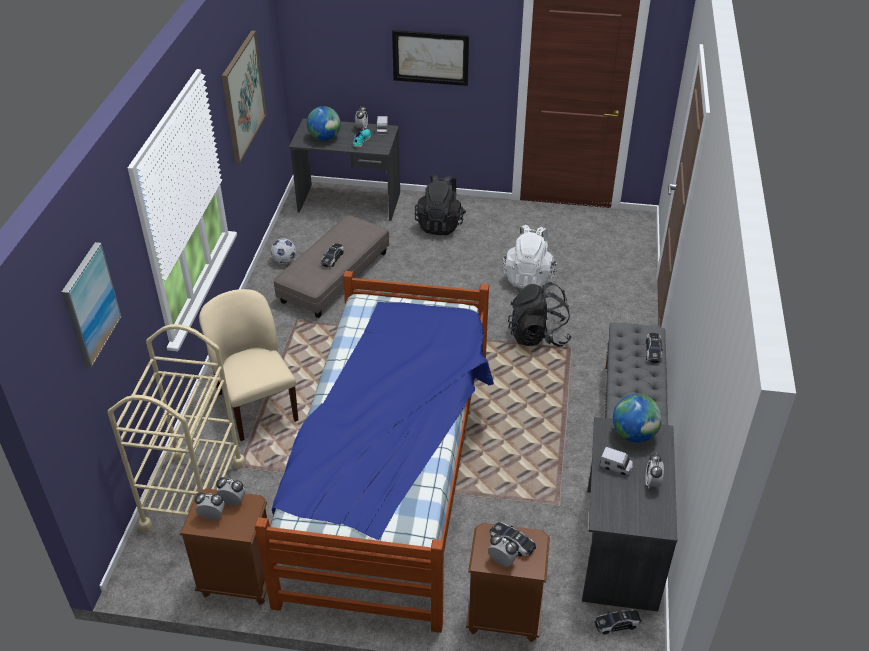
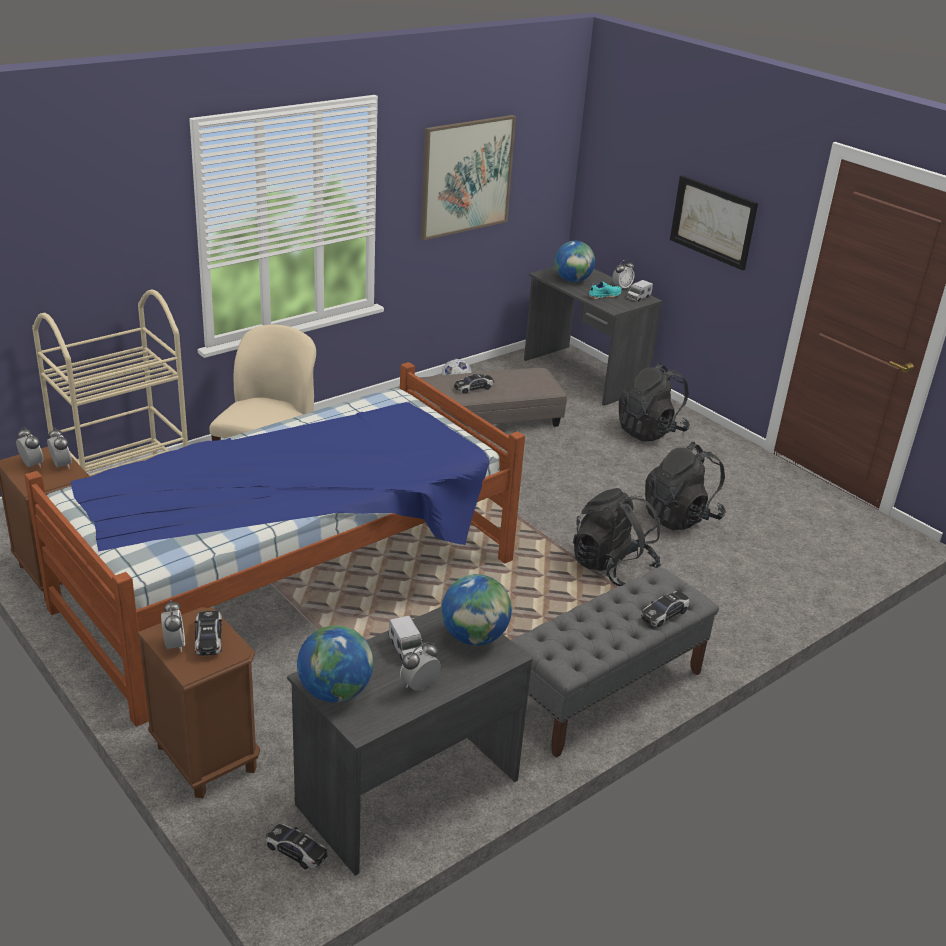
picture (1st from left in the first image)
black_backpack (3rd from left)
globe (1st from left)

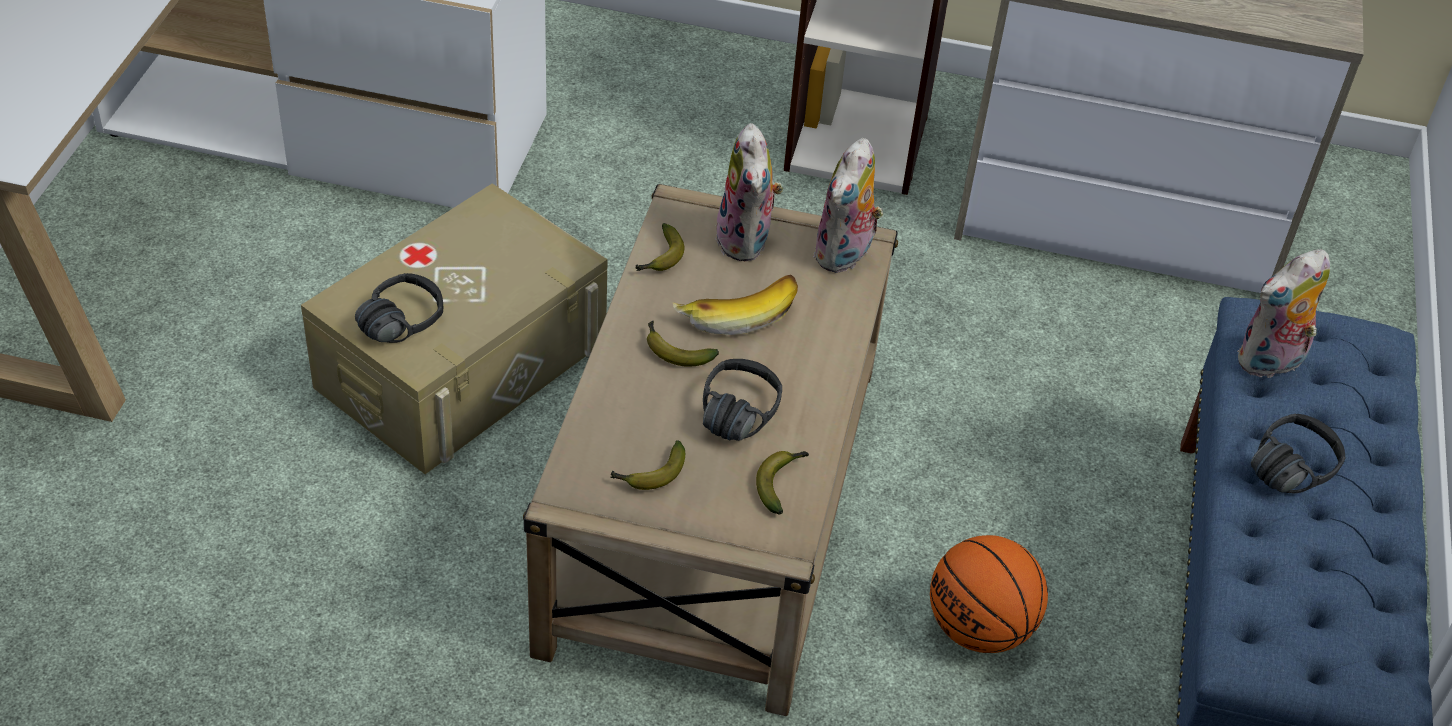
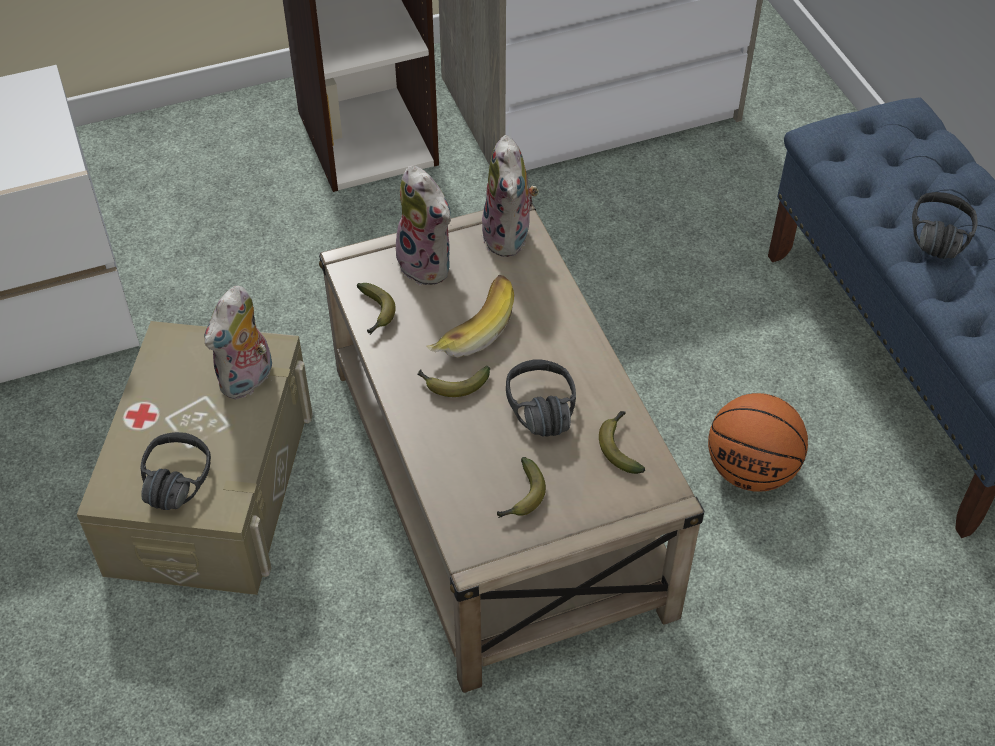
plush_toy (1st from left)

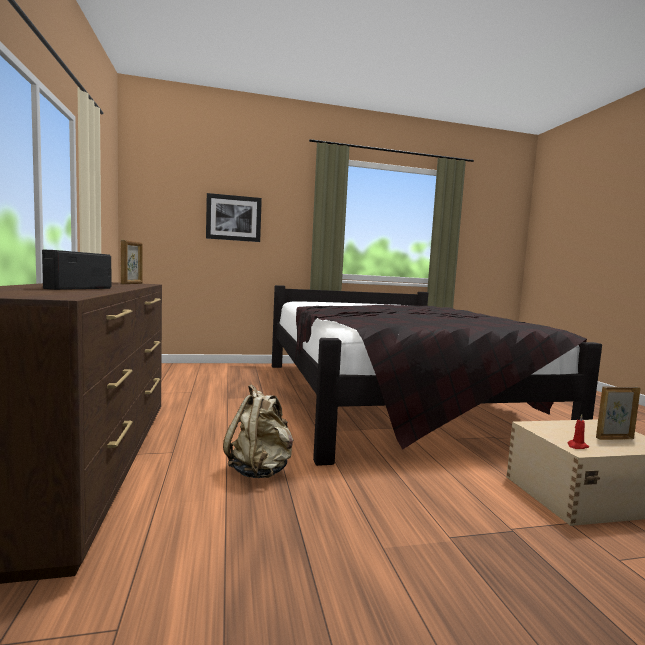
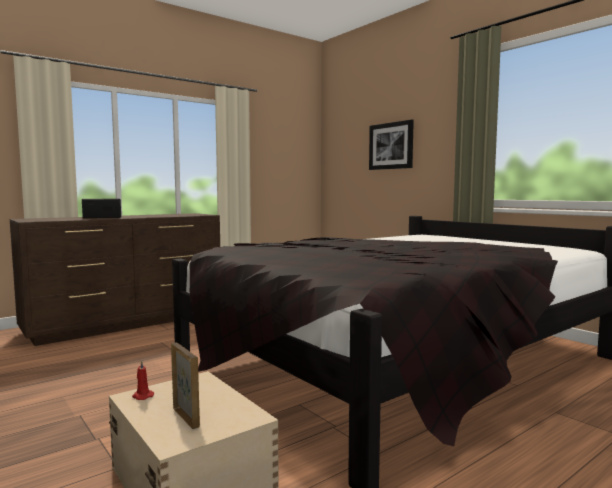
picture_frame (1st from left in the first image)
beige_backpack

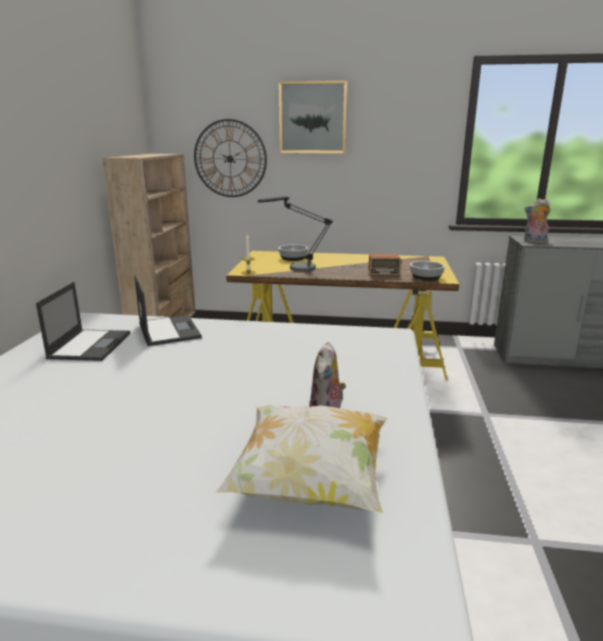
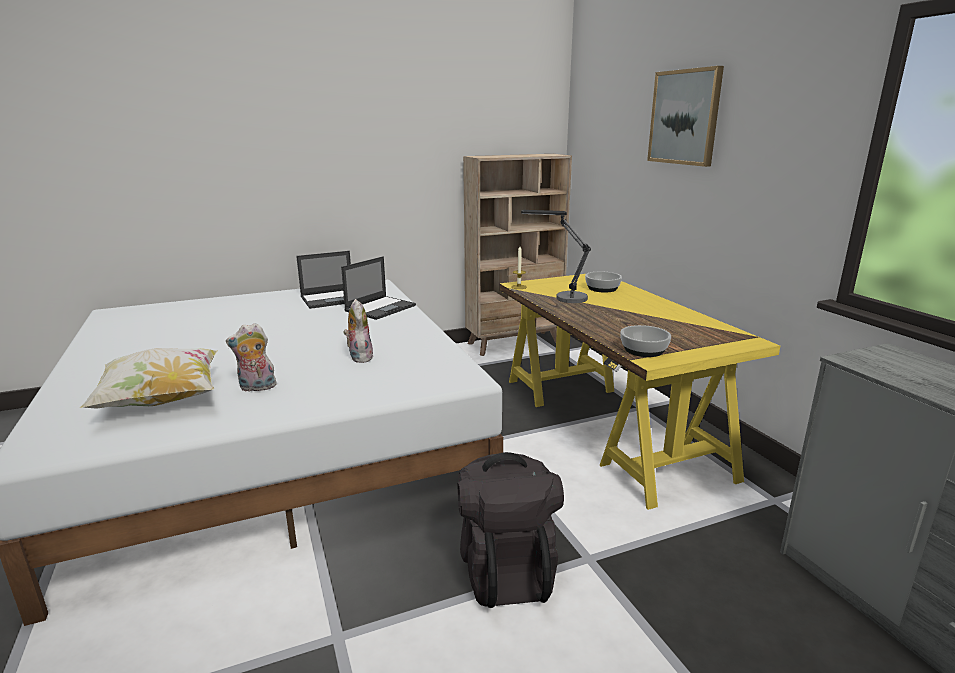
wall_clock
radio
plush_toy (2nd from left)
black_backpack

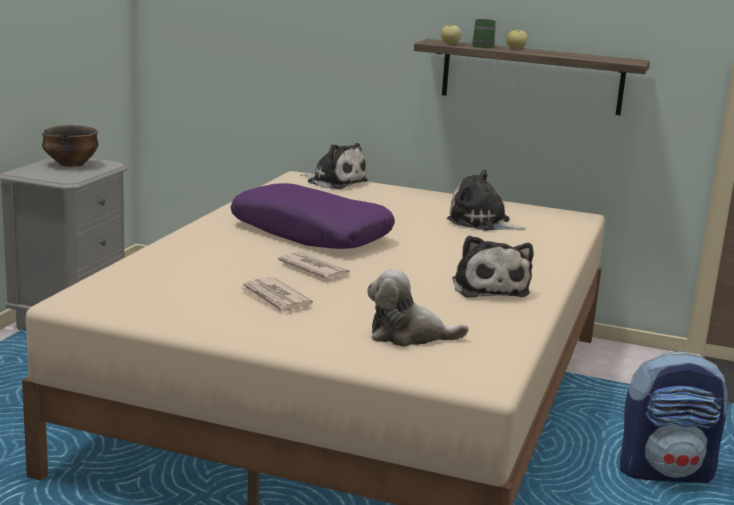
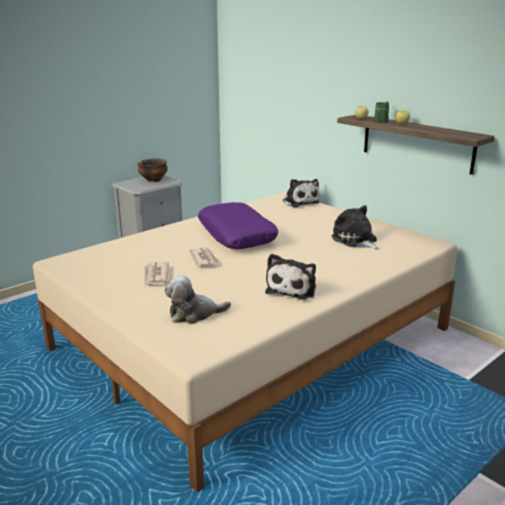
plush_toy (1st from left)
backpack

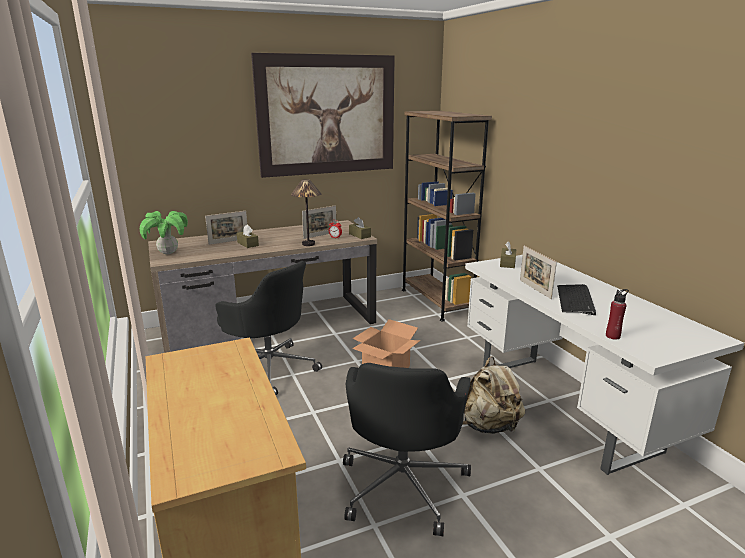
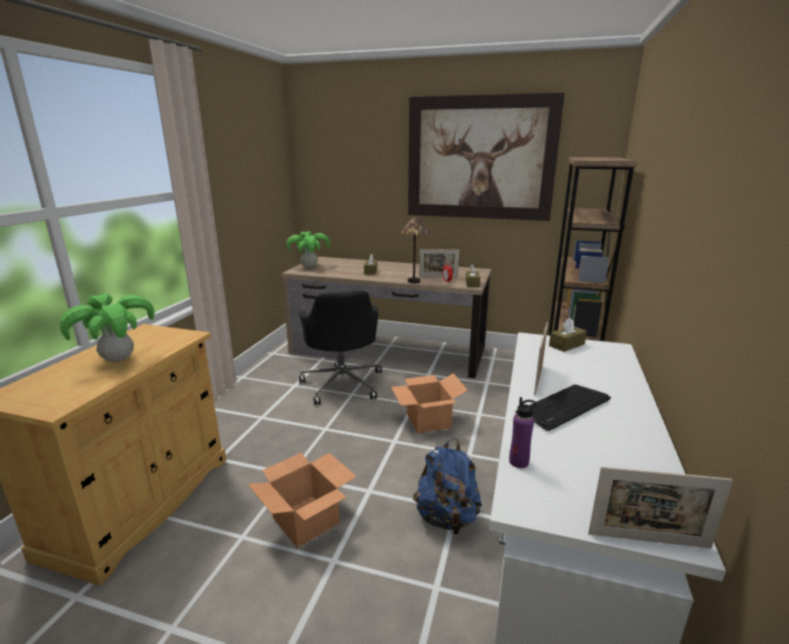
picture_frame (3rd from left)
cardboard_box (1st from left)
blue_backpack
purple_bottle
potted_plant (1st from left)

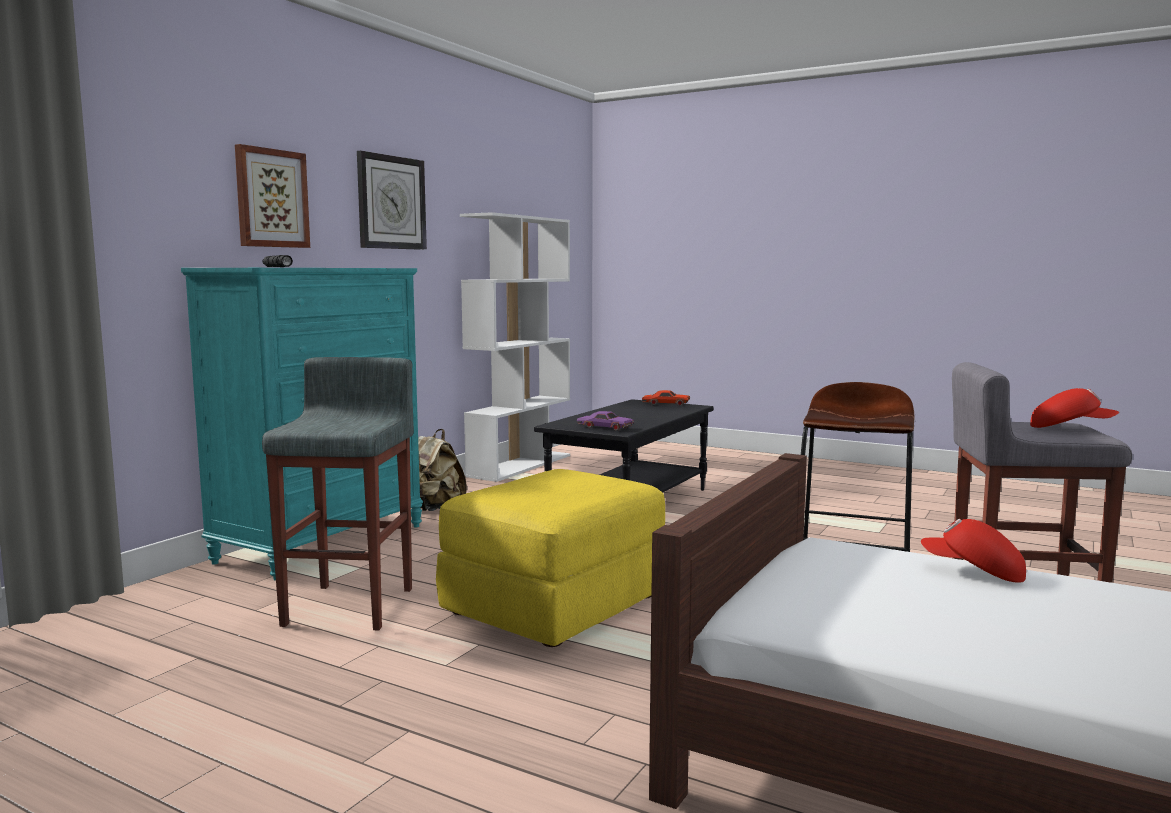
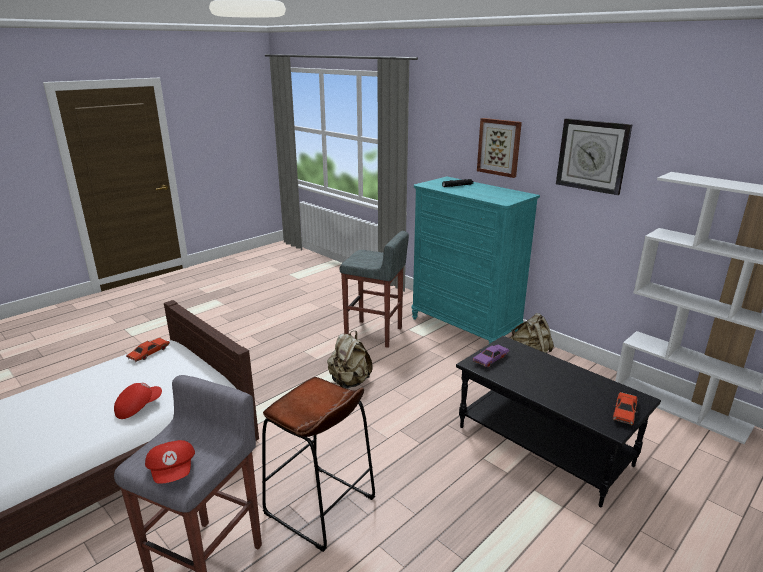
beige_backpack (1st from left)
red_cap (2nd from left)
red_toy_car (1st from left)

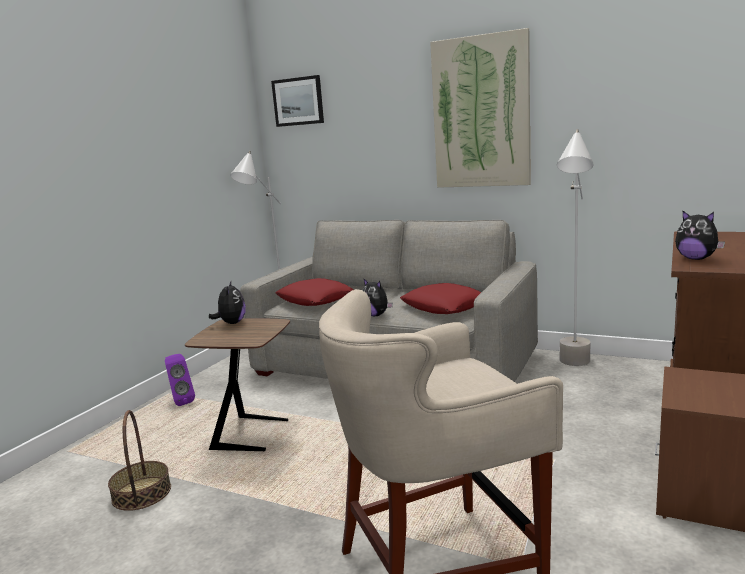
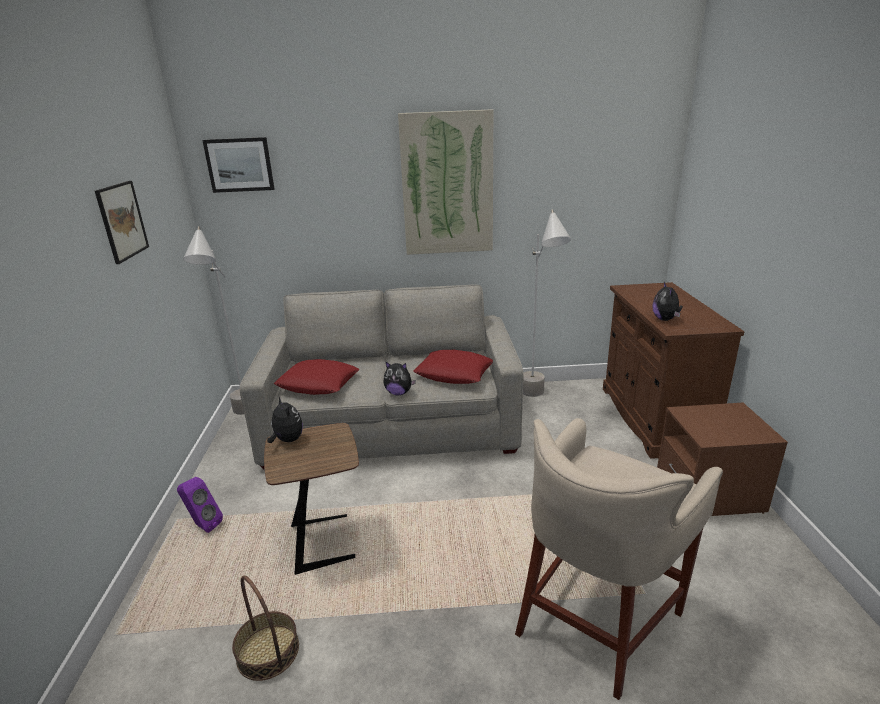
plush_toy (3rd from left)
picture (1st from left)

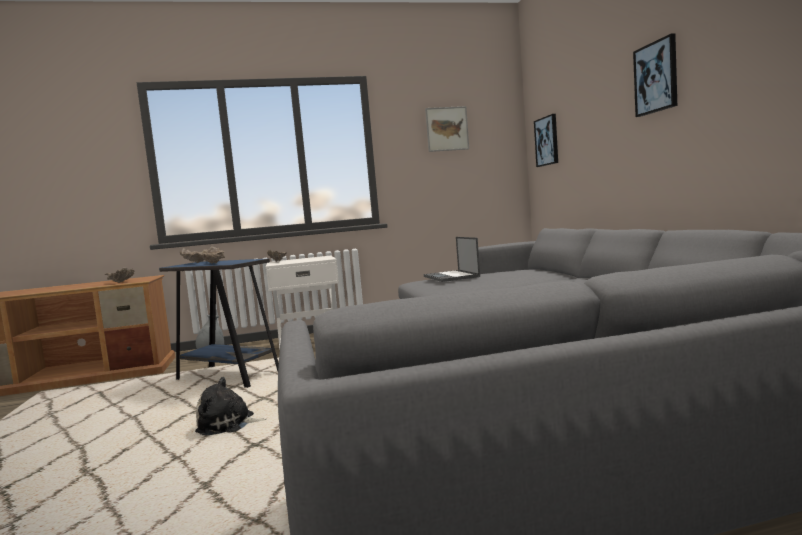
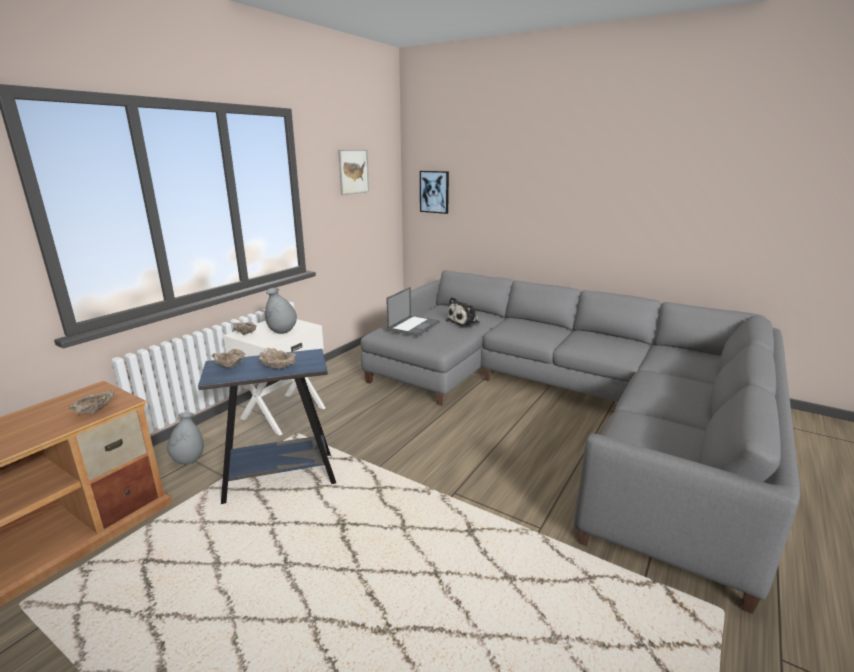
plush_toy
laptop
picture (3rd from left in the first image)
grey_vase (2nd from left)

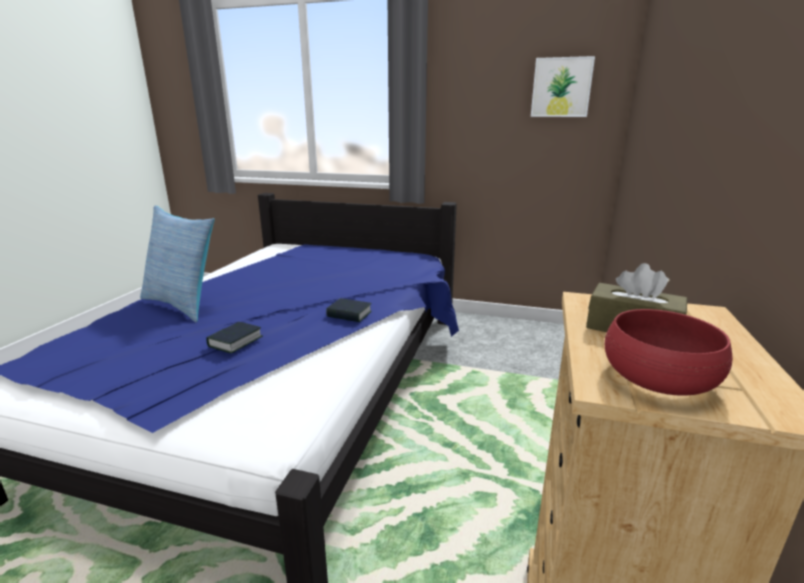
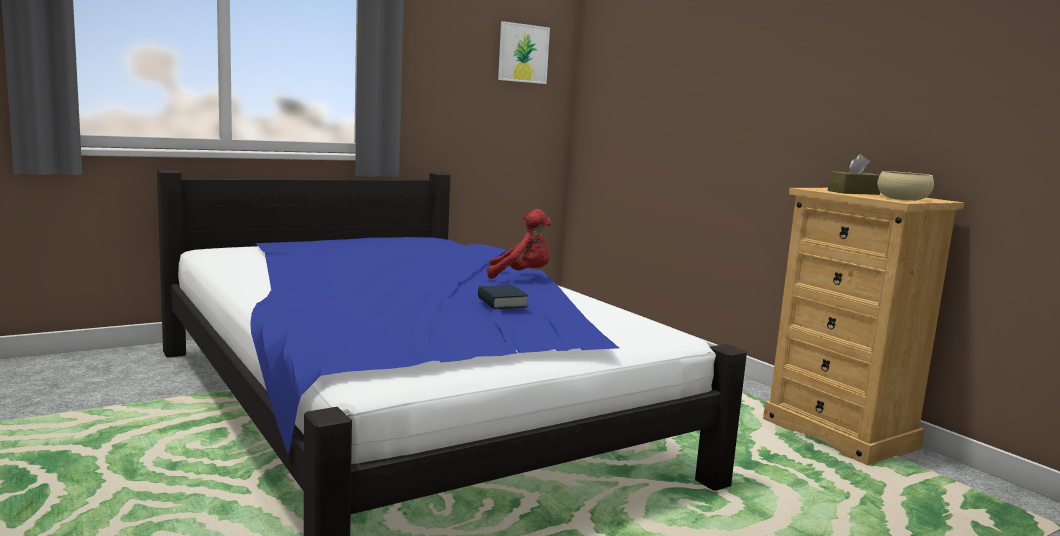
pillow
red_plush_toy
beige_bowl

